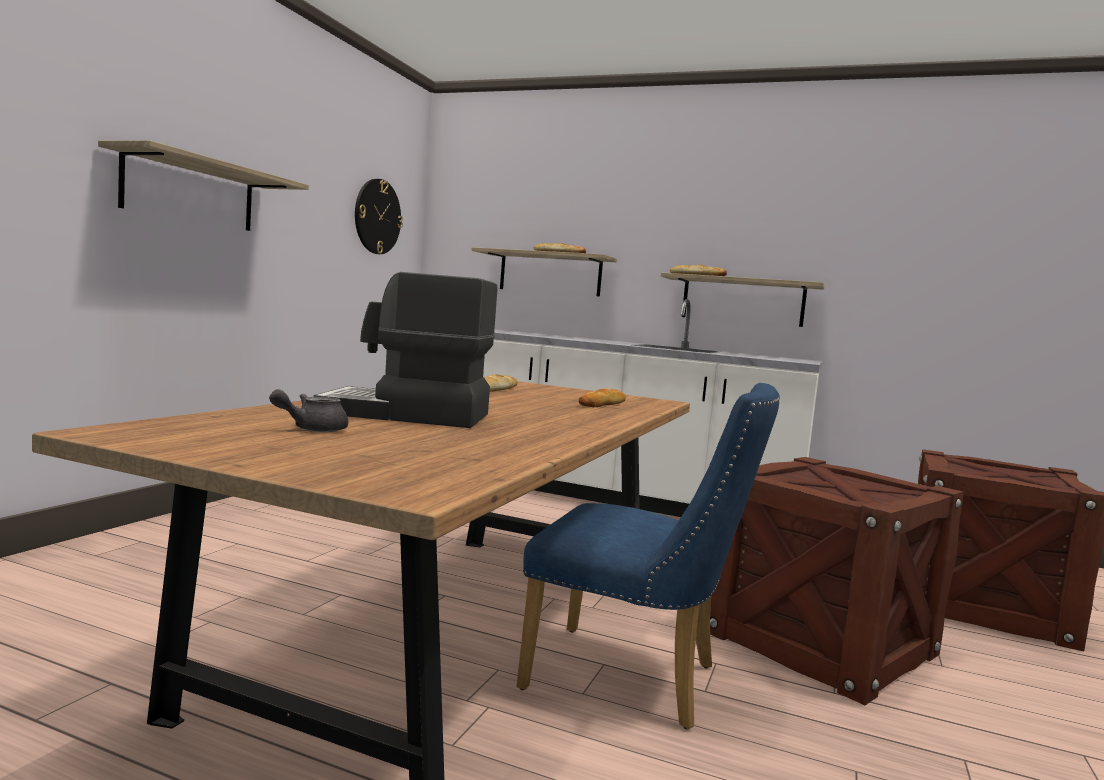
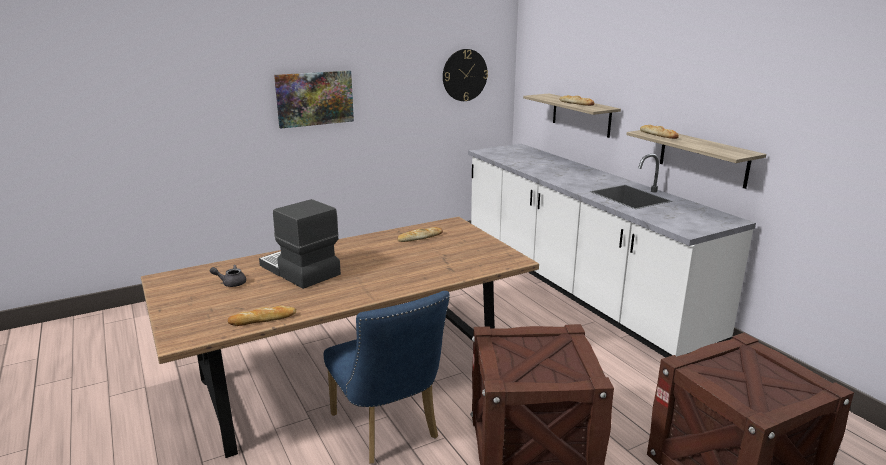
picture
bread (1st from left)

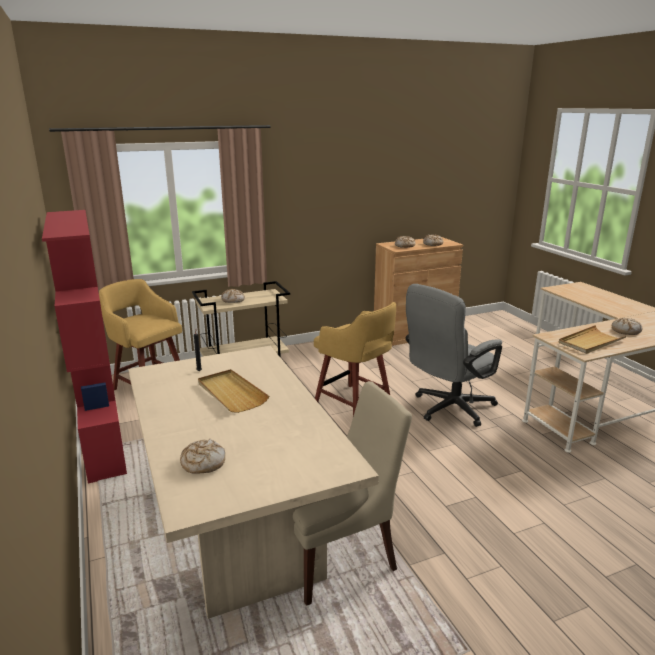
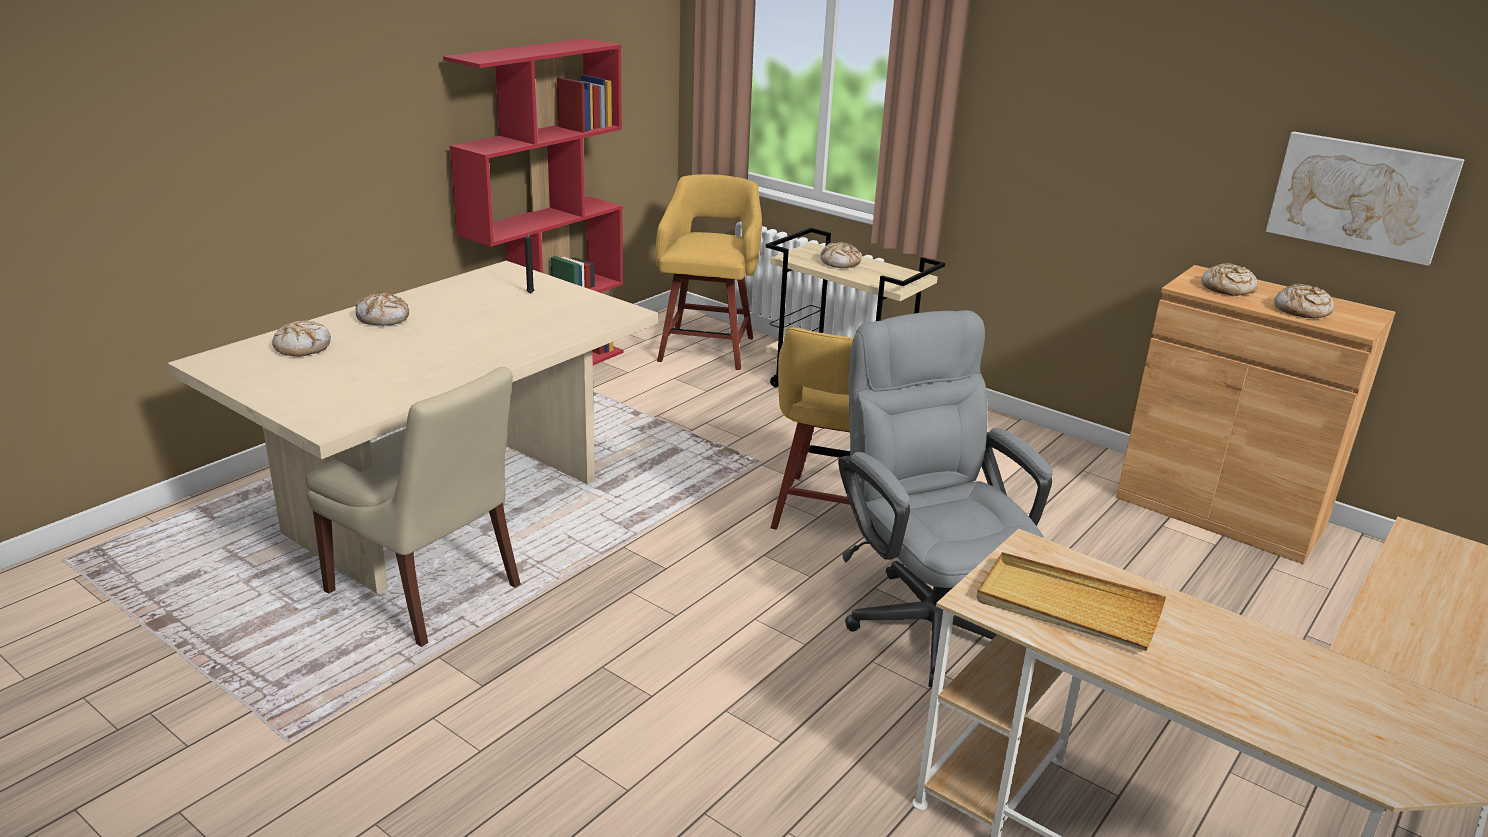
beige_tray (1st from left in the first image)
grey_office_chair
bread (2nd from left)
picture

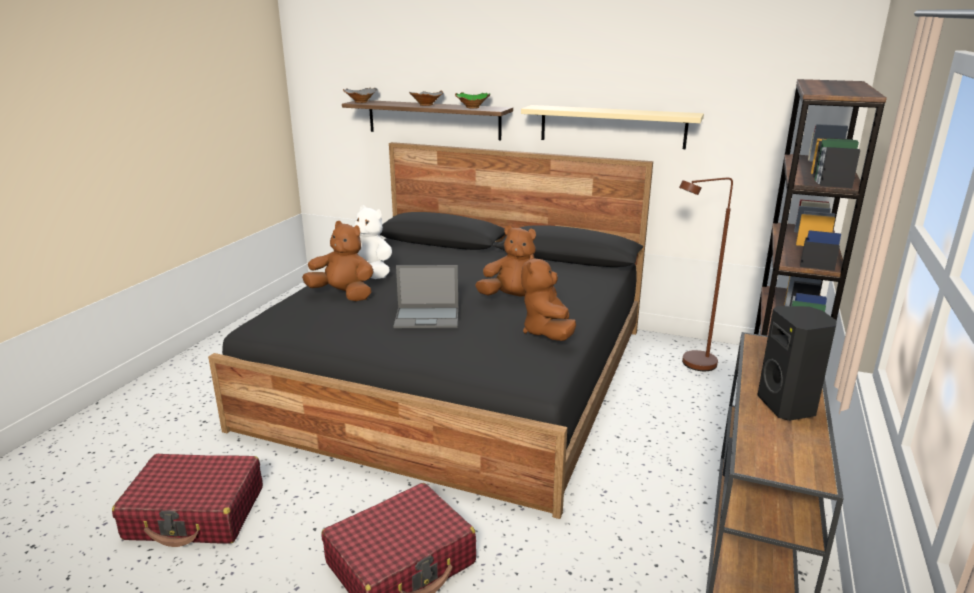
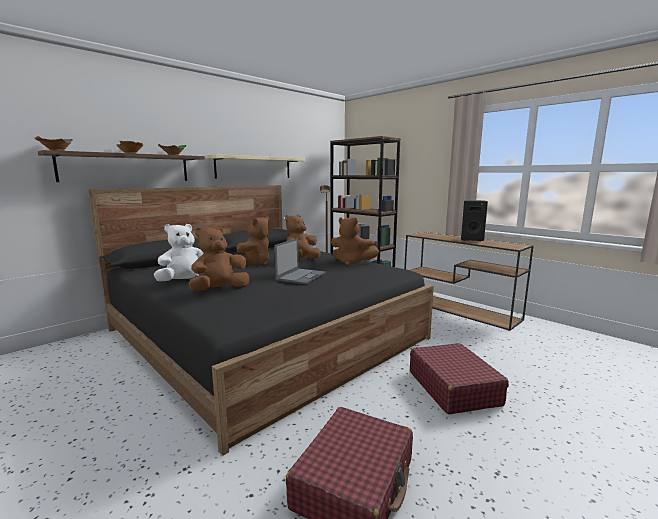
brown_plush_toy (2nd from left)

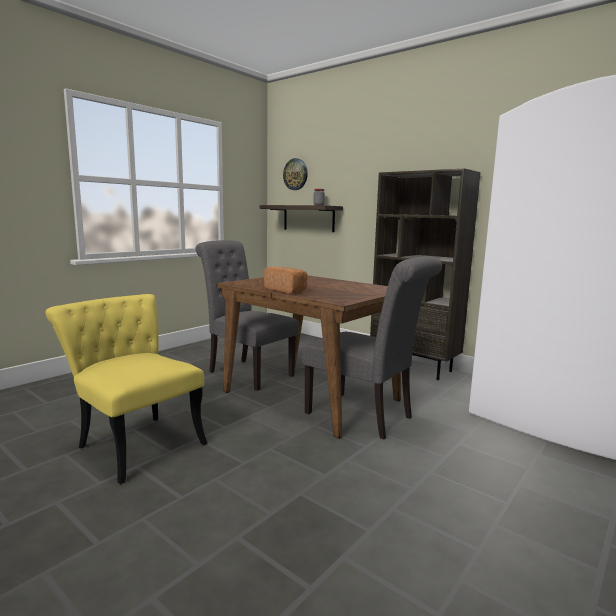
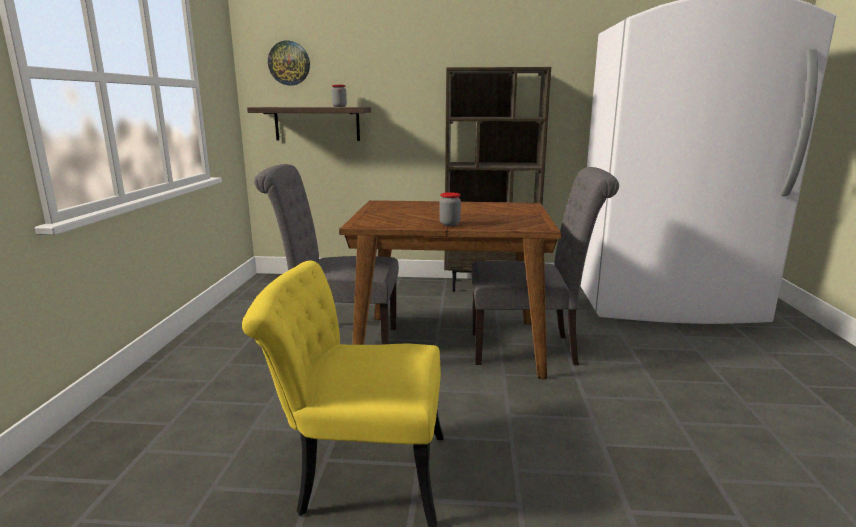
jar (2nd from left)

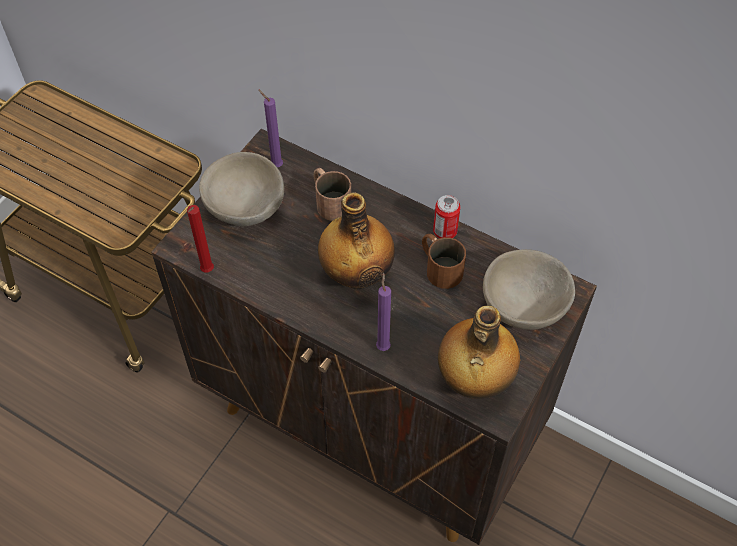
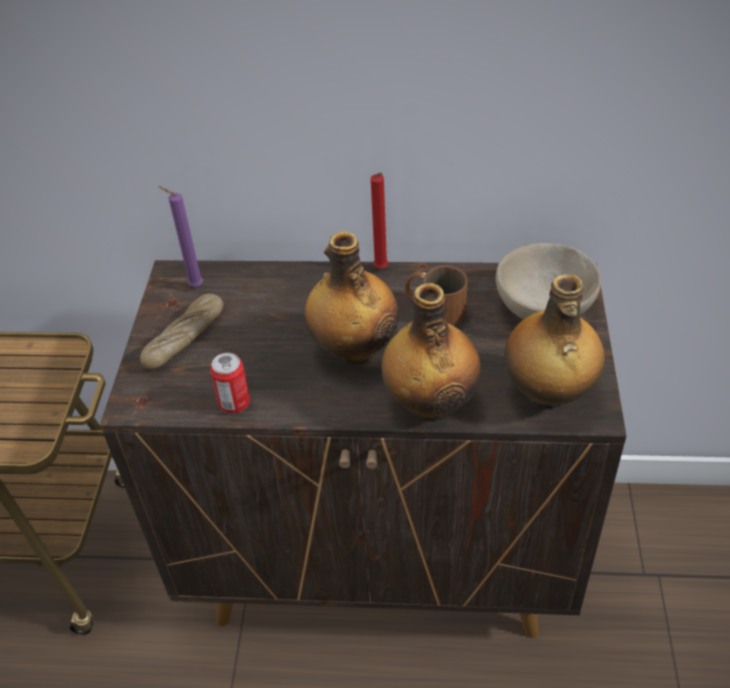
red_candle
bread
brown_mug (1st from left in the first image)
bottle (2nd from left)
can

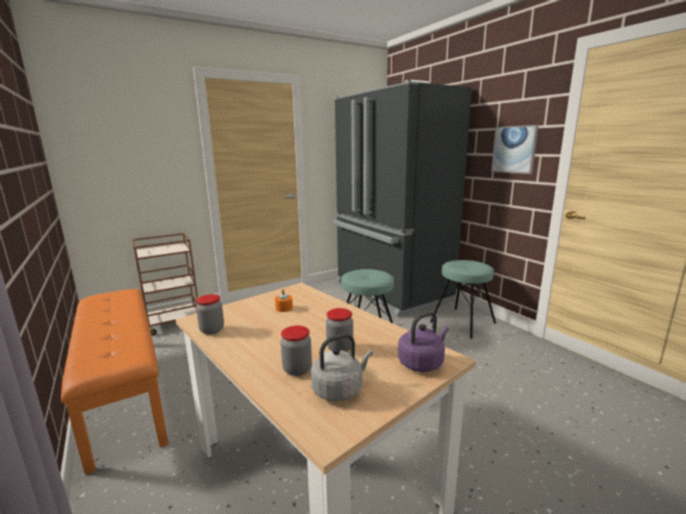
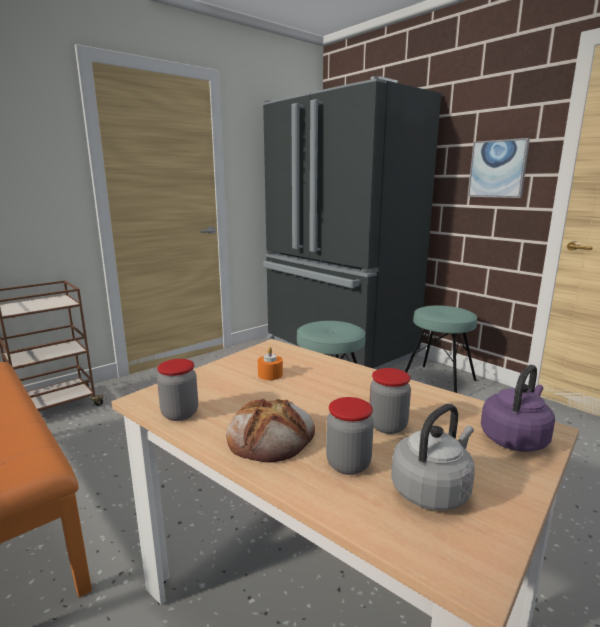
bread

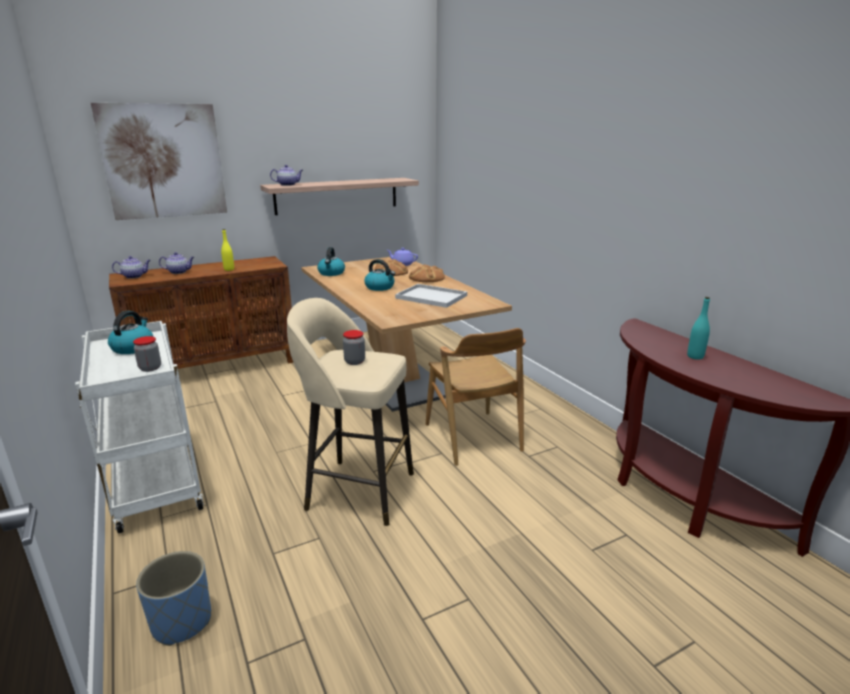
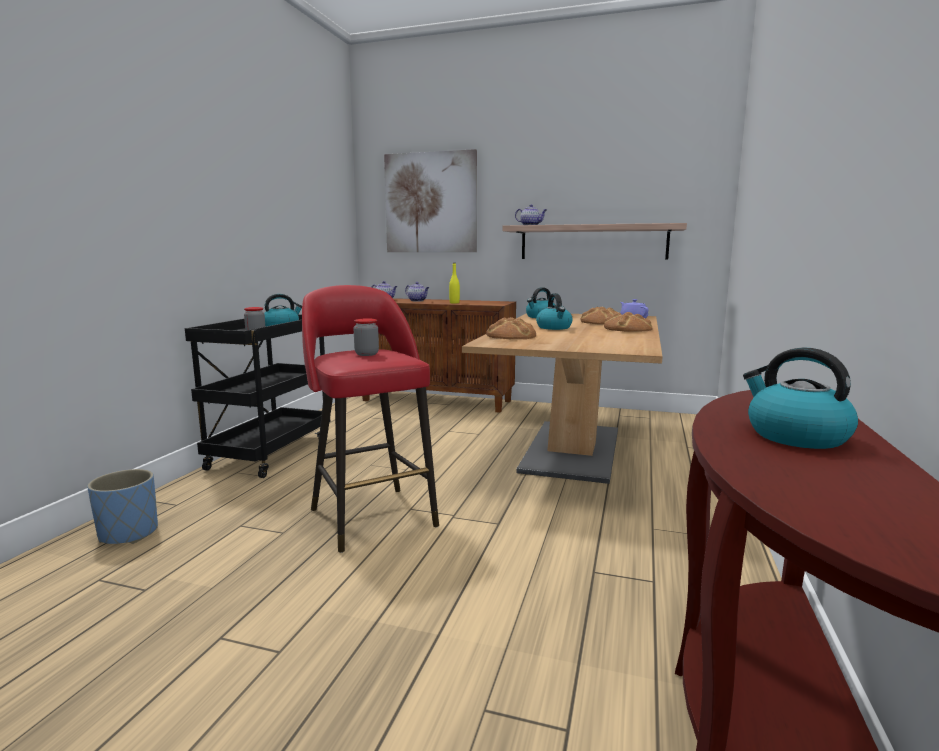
black_cart
red_stool
white_tray
brown_chair
kettle (4th from left)
bread (1st from left)

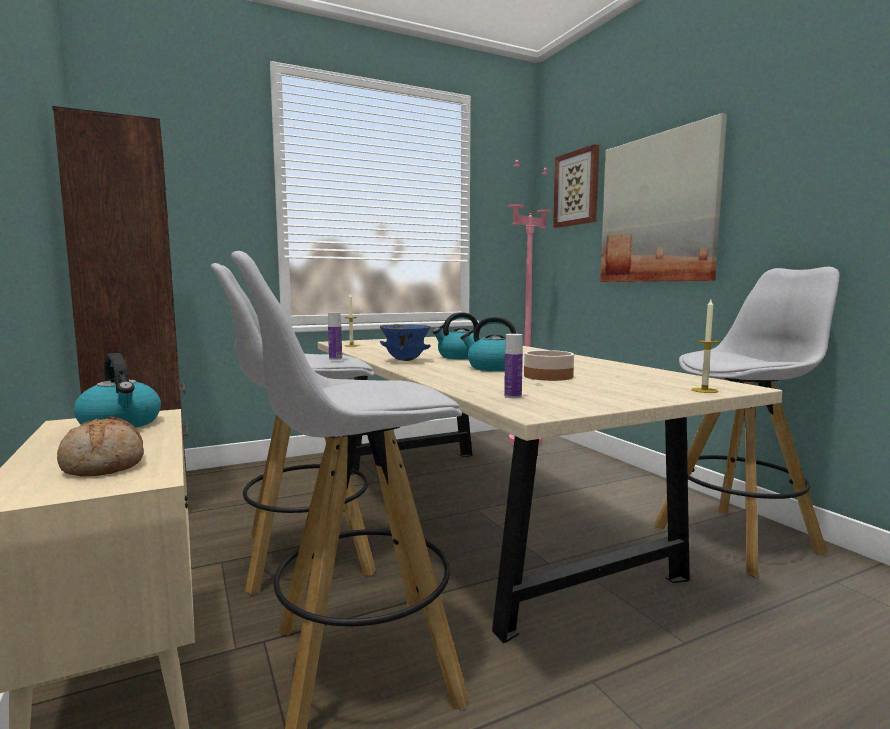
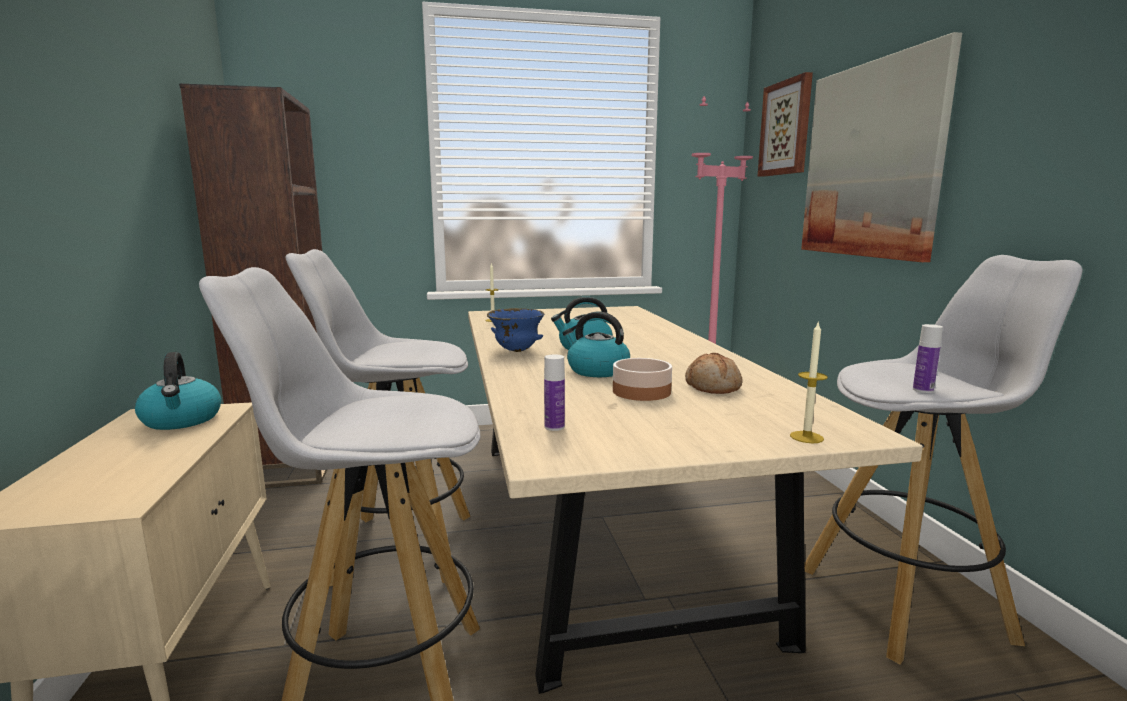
bread
bottle (2nd from left)

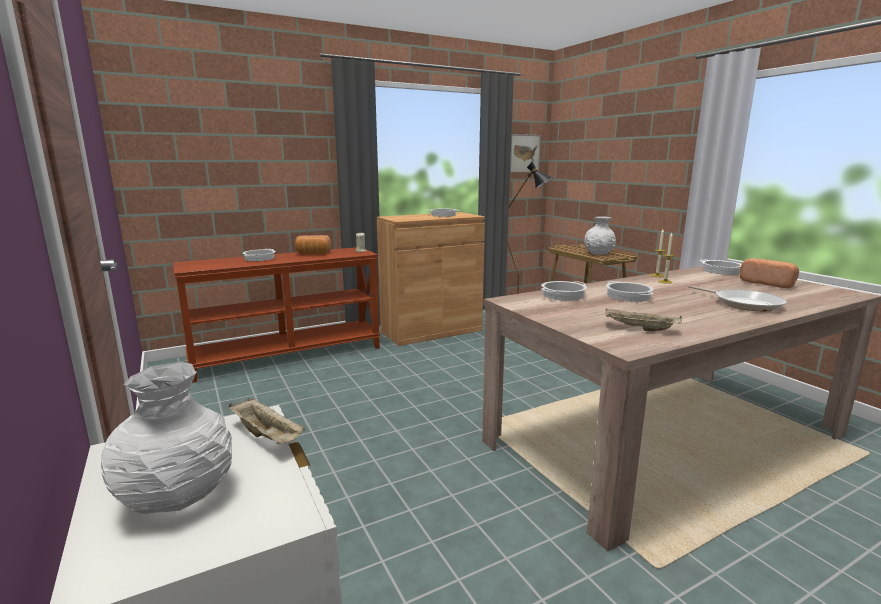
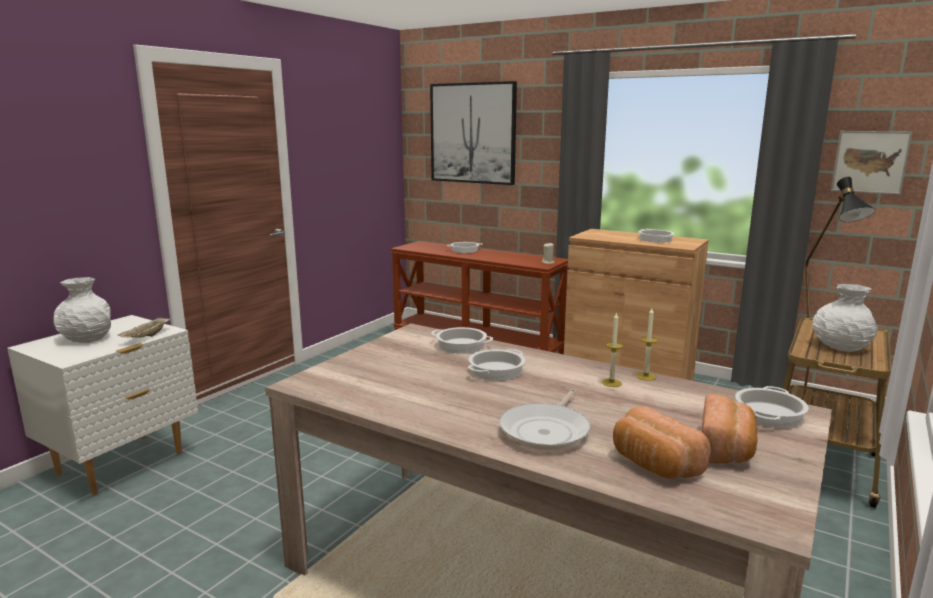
bread (1st from left)
beige_tray (2nd from left in the first image)
picture (1st from left)

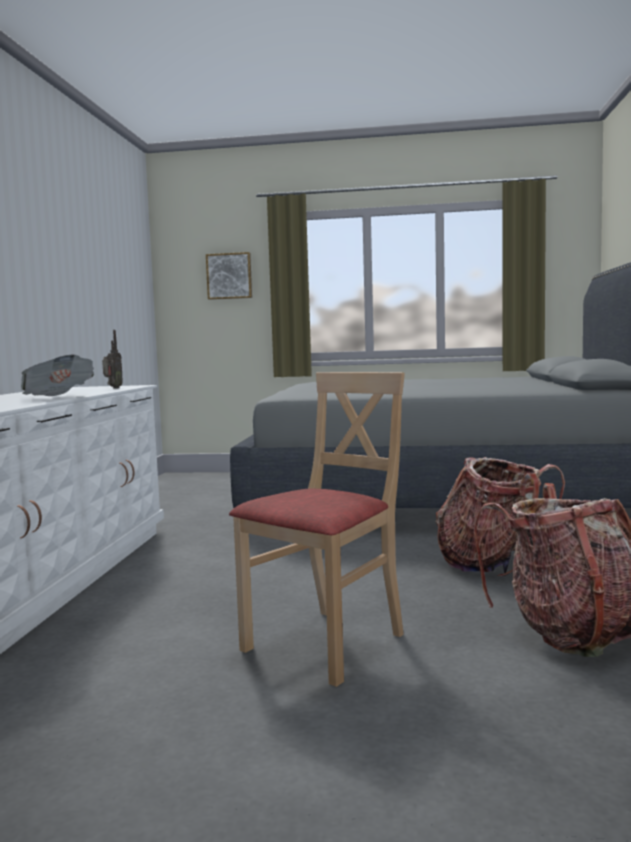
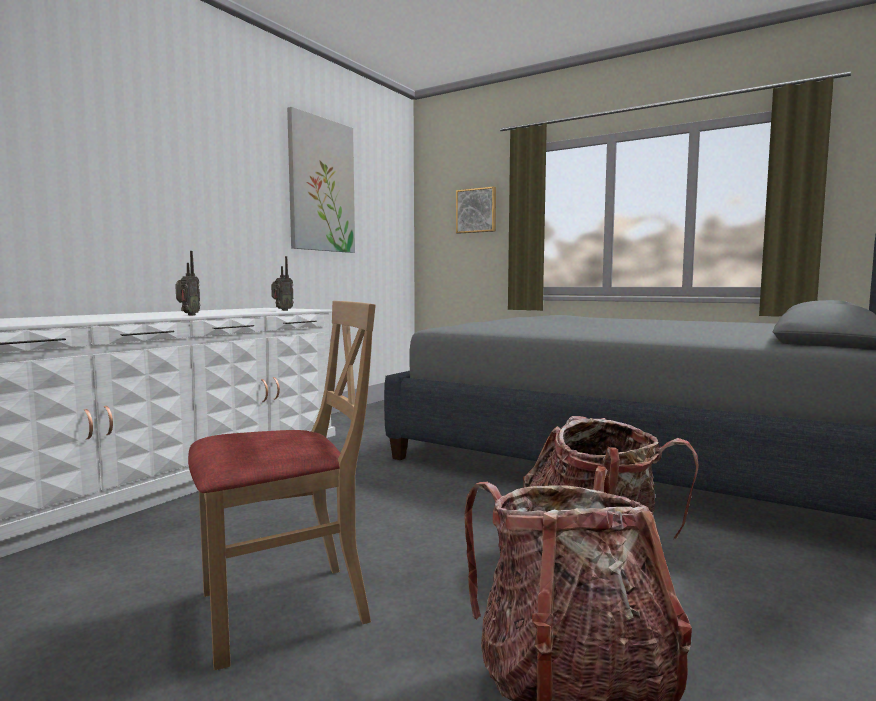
radio (1st from left)
picture (1st from left)

